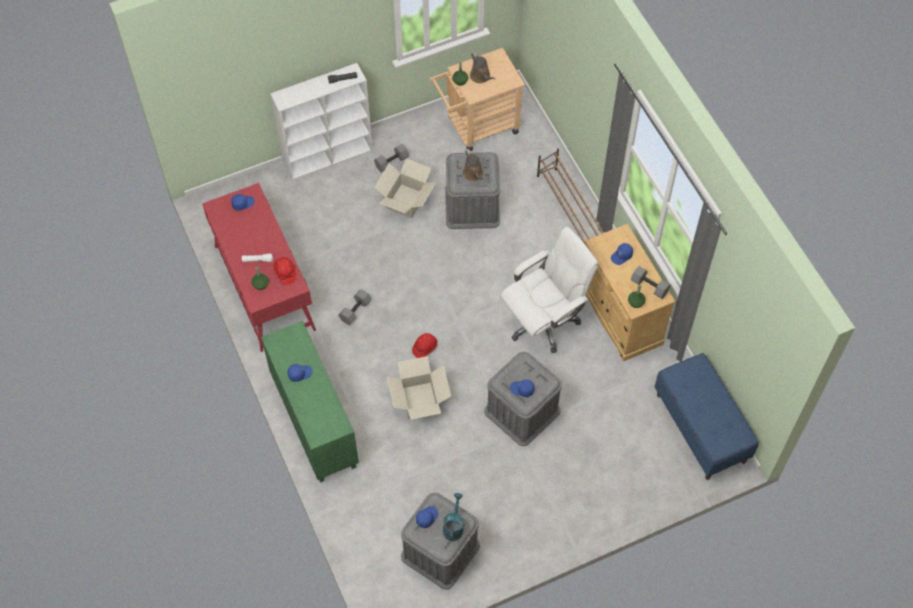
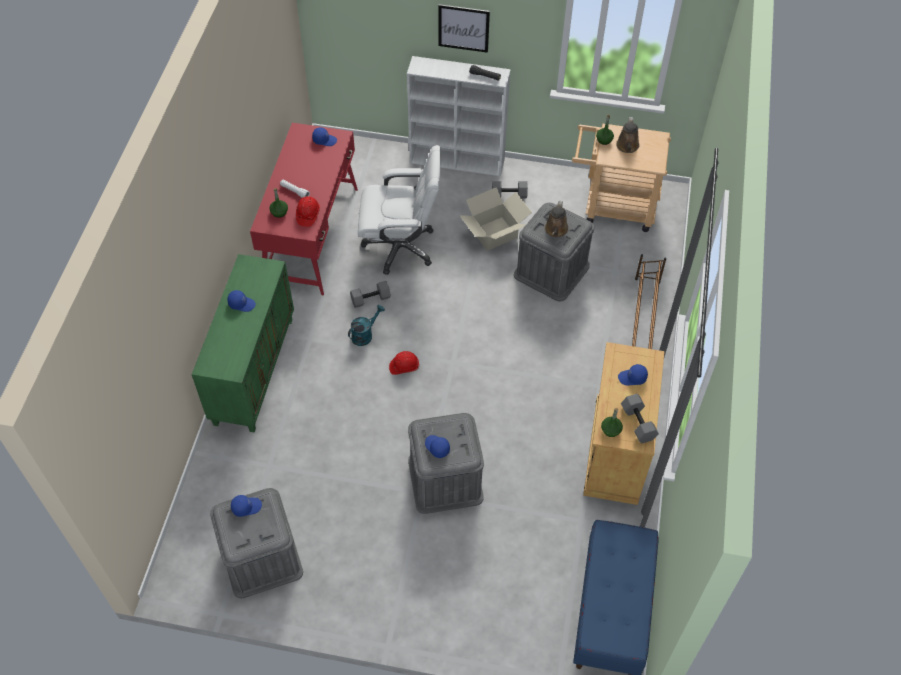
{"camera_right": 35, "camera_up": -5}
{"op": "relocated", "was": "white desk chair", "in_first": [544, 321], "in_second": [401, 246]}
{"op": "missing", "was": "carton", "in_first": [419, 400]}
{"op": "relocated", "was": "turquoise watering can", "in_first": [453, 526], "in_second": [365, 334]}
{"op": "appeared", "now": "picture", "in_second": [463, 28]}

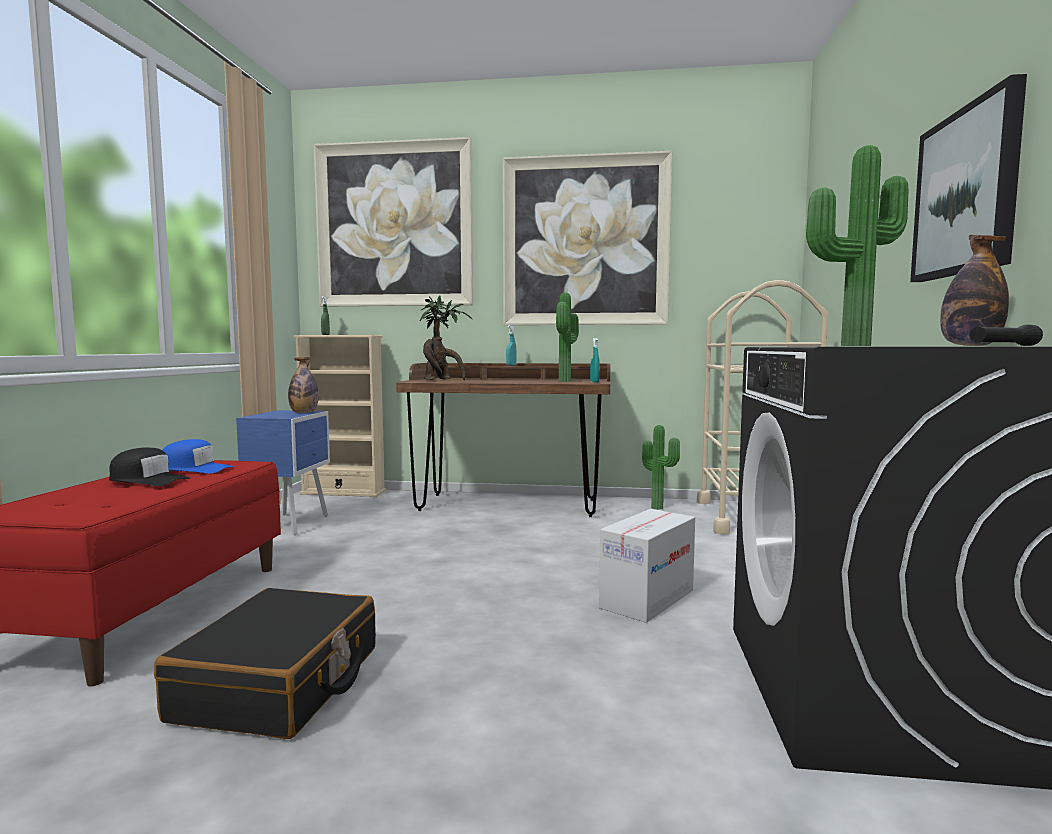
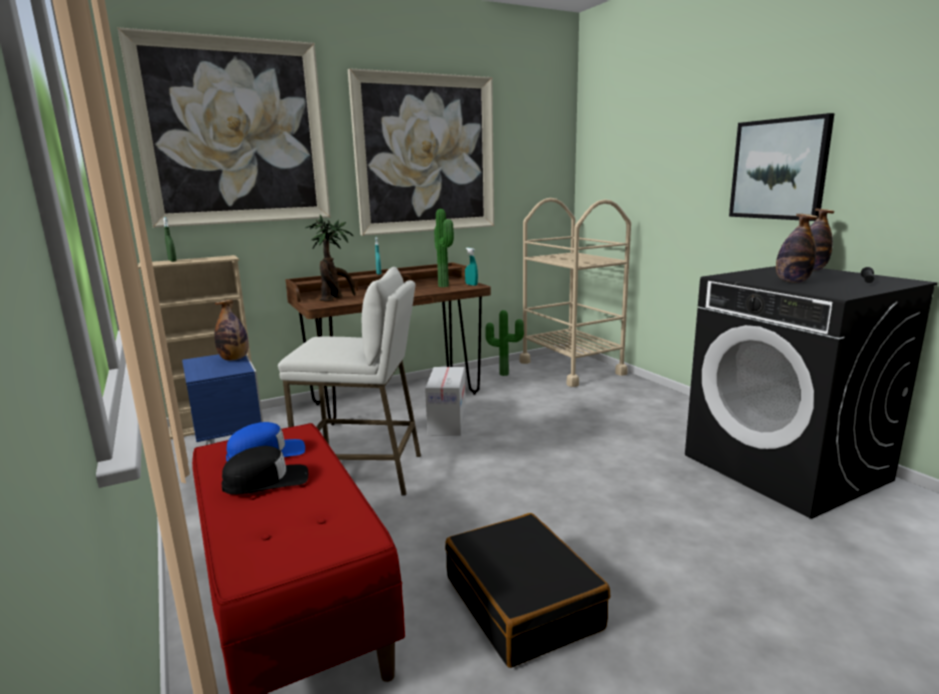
{"camera_right": -35, "camera_up": 10}
{"op": "exchanged", "was": "houseplant", "now": "bottle", "in_first": [850, 345], "in_second": [792, 281]}
{"op": "relocated", "was": "carton", "in_first": [647, 599], "in_second": [447, 422]}
{"op": "appeared", "now": "white sitting stool", "in_second": [363, 473]}

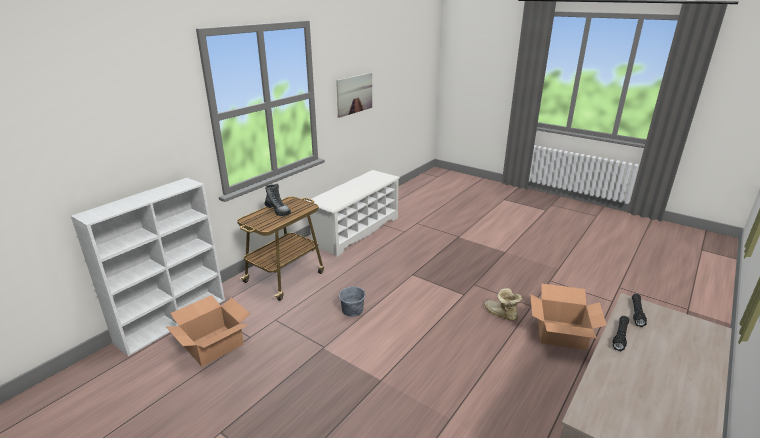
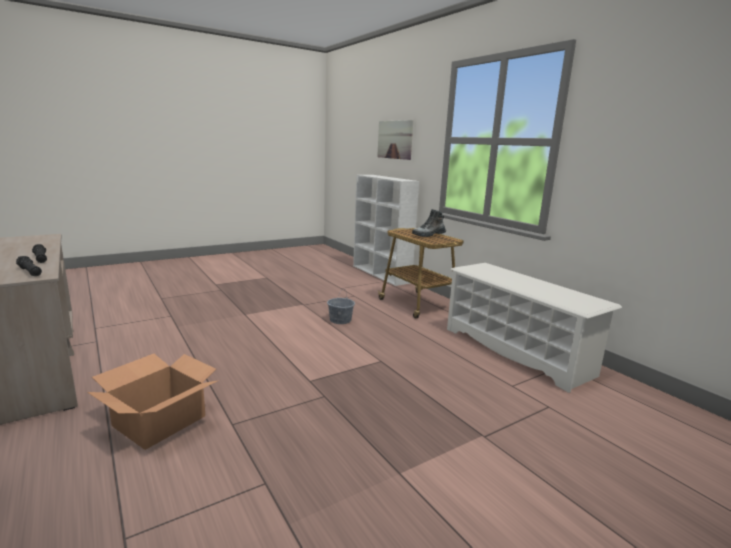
{"camera_right": 110, "camera_up": -10}
{"op": "relocated", "was": "picture", "in_first": [354, 94], "in_second": [395, 139]}
{"op": "missing", "was": "boot", "in_first": [500, 314]}
{"op": "missing", "was": "carton", "in_first": [213, 345]}

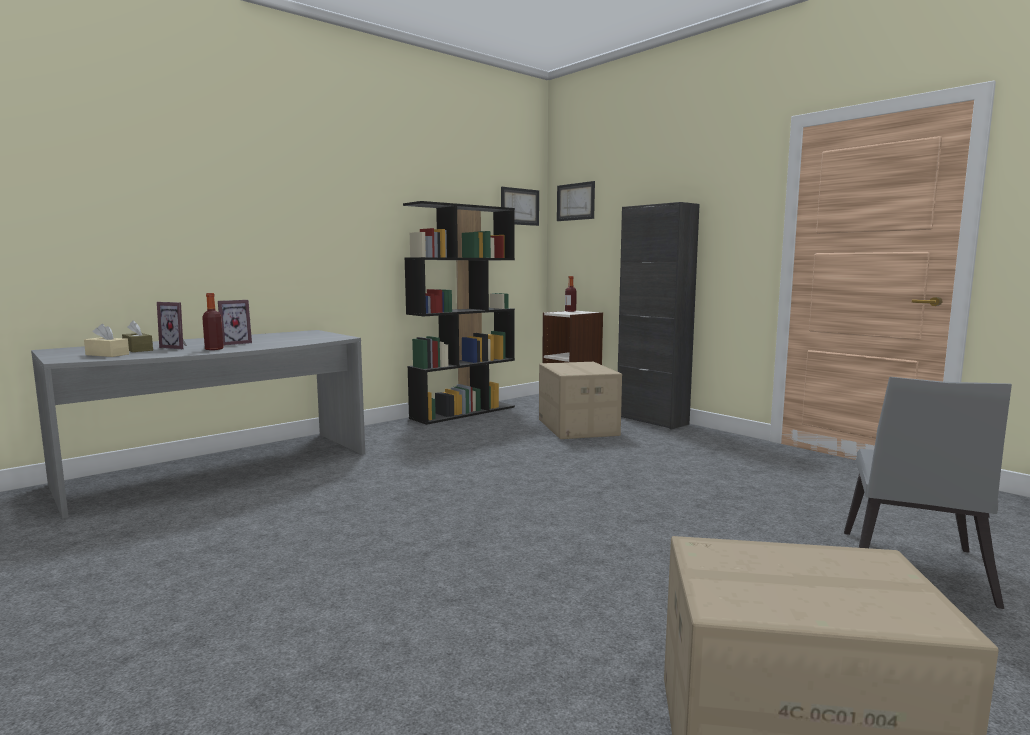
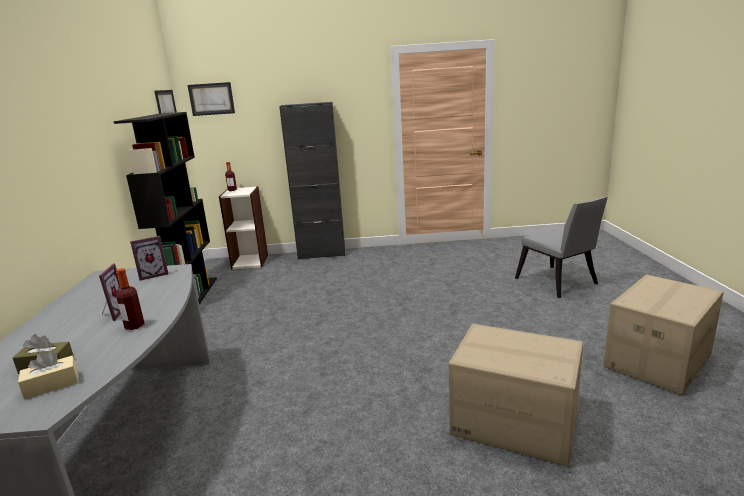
{"camera_right": -50, "camera_up": 10}
{"op": "relocated", "was": "picture frame", "in_first": [178, 347], "in_second": [153, 275]}
{"op": "relocated", "was": "carton", "in_first": [576, 427], "in_second": [514, 423]}

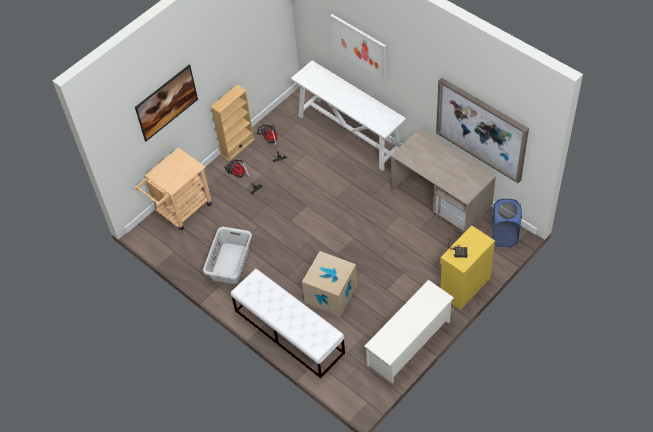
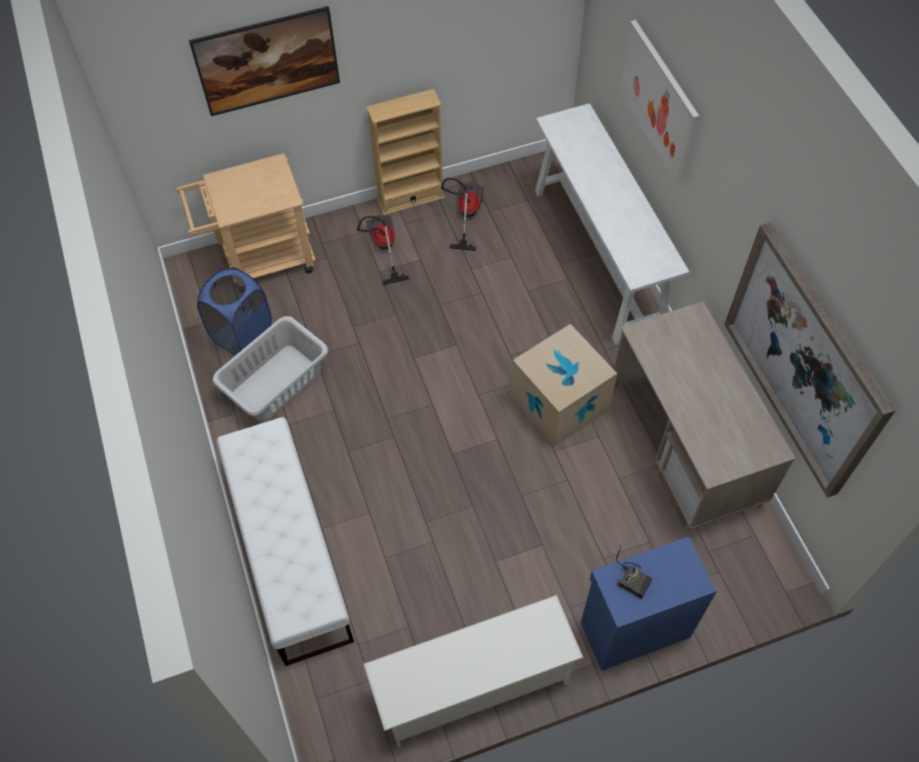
{"camera_right": 25, "camera_up": 5}
{"op": "relocated", "was": "bluish hamper", "in_first": [504, 235], "in_second": [242, 334]}
{"op": "colour", "was": "yellowish cabinet", "now": "bluish cabinet", "in_first": [464, 286], "in_second": [633, 628]}
{"op": "relocated", "was": "carton", "in_first": [331, 294], "in_second": [559, 403]}

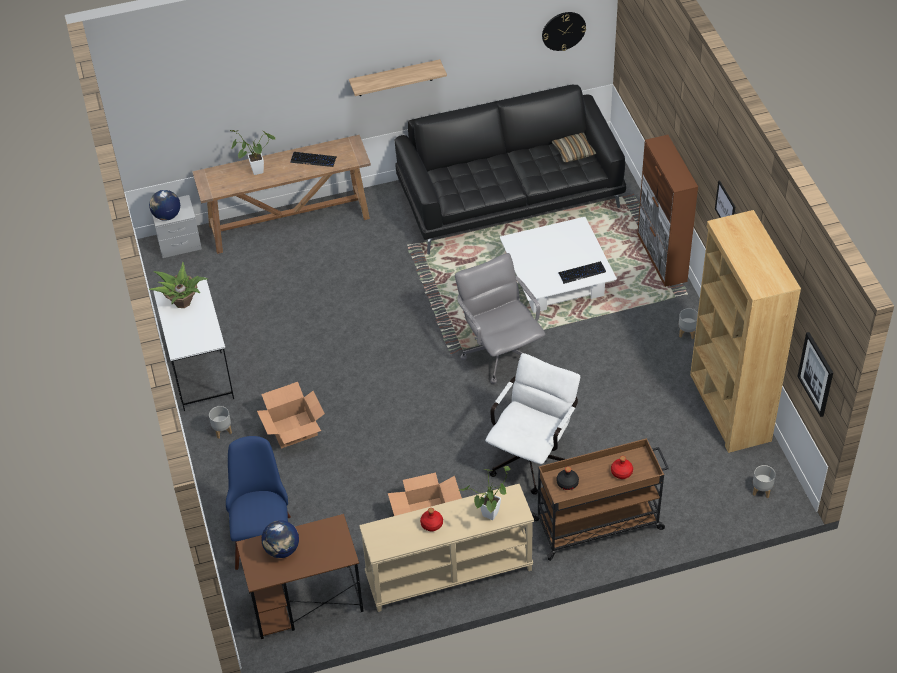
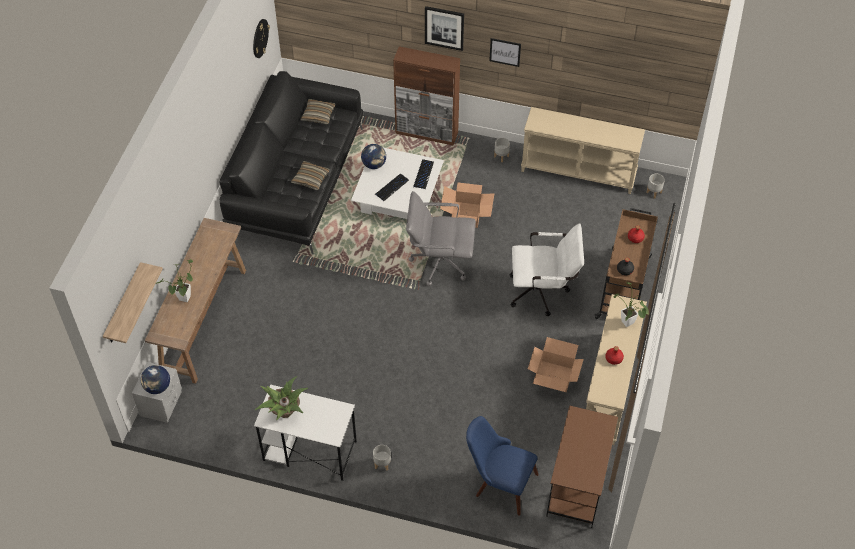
{"camera_right": -60, "camera_up": 5}
{"op": "relocated", "was": "wall shelf", "in_first": [395, 78], "in_second": [123, 305]}
{"op": "relocated", "was": "PC keyboard", "in_first": [313, 160], "in_second": [391, 187]}
{"op": "exchanged", "was": "brown-coloured bookshelf", "now": "sand-coloured narrow table", "in_first": [729, 408], "in_second": [579, 171]}
{"op": "relocated", "was": "picture", "in_first": [816, 374], "in_second": [444, 28]}
{"op": "spun", "was": "white desk chair", "in_first": [532, 456], "in_second": [543, 291], "clockwise": 120}
{"op": "relocated", "was": "carton", "in_first": [294, 430], "in_second": [466, 214]}
{"op": "relocated", "was": "globe", "in_first": [282, 549], "in_second": [374, 164]}
{"op": "appeared", "now": "throw pillow", "in_second": [311, 179]}

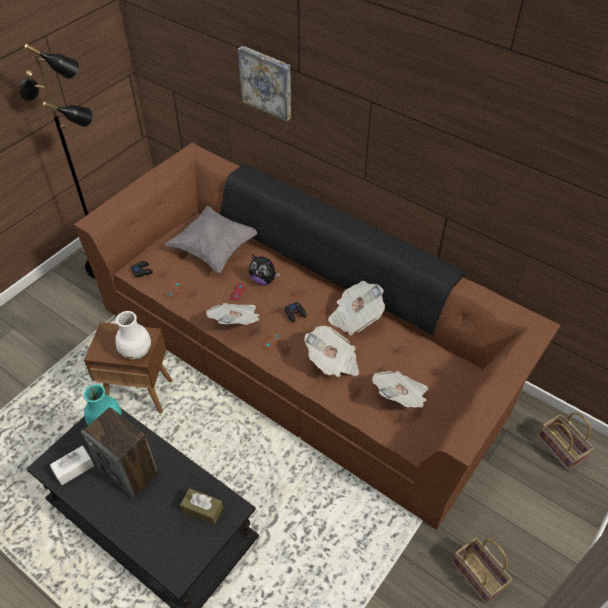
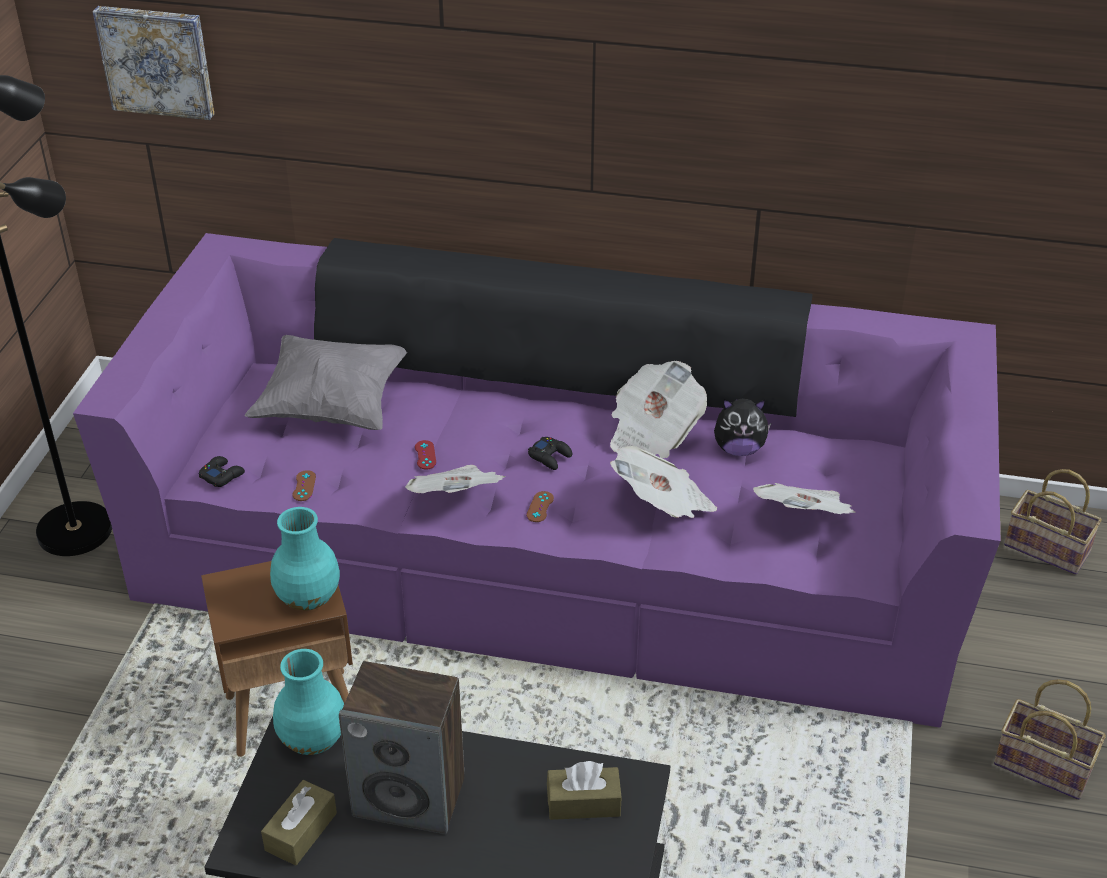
{"camera_right": -25, "camera_up": -10}
{"op": "relocated", "was": "picture", "in_first": [267, 82], "in_second": [157, 60]}
{"op": "colour", "was": "brown-coloured couch", "now": "purple couch", "in_first": [304, 350], "in_second": [554, 545]}
{"op": "relocated", "was": "cuddly toy", "in_first": [263, 280], "in_second": [739, 449]}
{"op": "colour", "was": "white decorative vase", "now": "turquoise decorative vase", "in_first": [135, 352], "in_second": [307, 598]}
{"op": "colour", "was": "white tissue box", "now": "brown-coloured tissue box", "in_first": [74, 468], "in_second": [301, 831]}

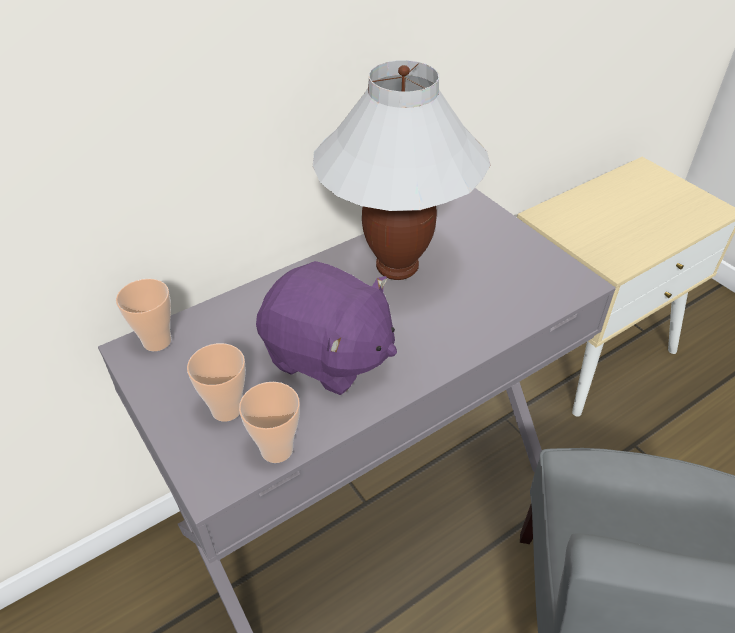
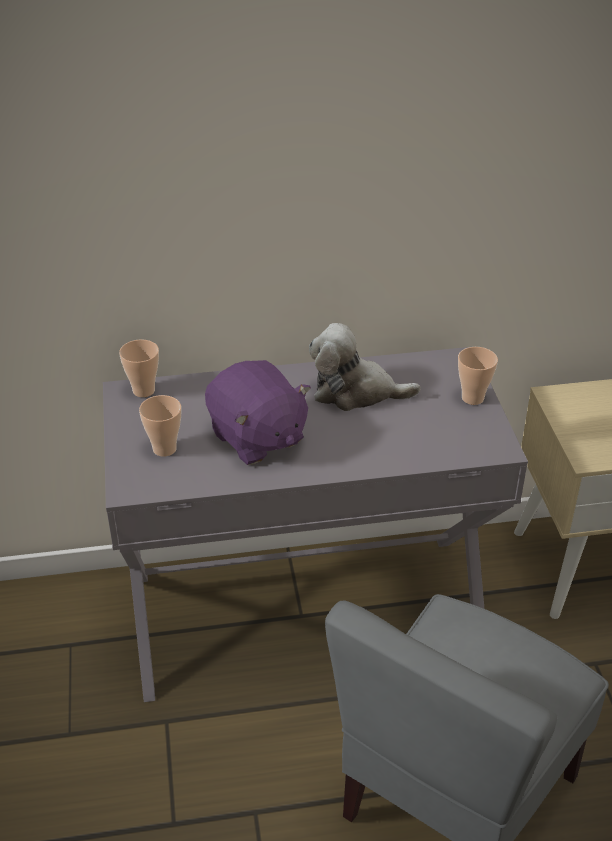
{"camera_right": 25, "camera_up": -5}
{"op": "exchanged", "was": "white tabletop lamp", "now": "cuddly toy", "in_first": [398, 267], "in_second": [355, 392]}
{"op": "relocated", "was": "small cup", "in_first": [277, 449], "in_second": [472, 398]}

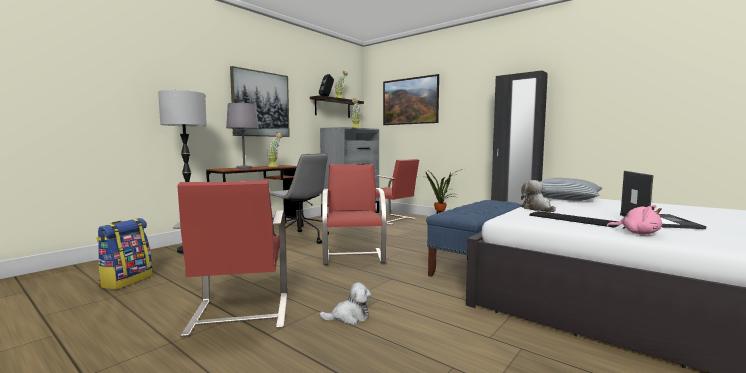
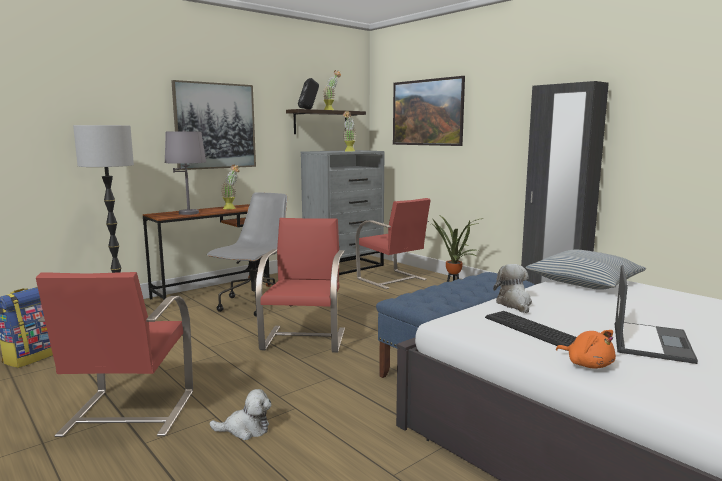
{"camera_right": 10, "camera_up": 5}
{"op": "spun", "was": "greyish desk chair", "in_first": [299, 238], "in_second": [255, 305], "clockwise": -120}
{"op": "colour", "was": "pink cuddly toy", "now": "orange-coloured cuddly toy", "in_first": [637, 233], "in_second": [587, 364]}

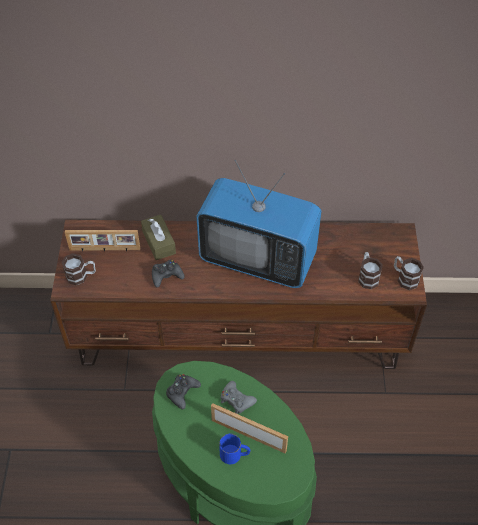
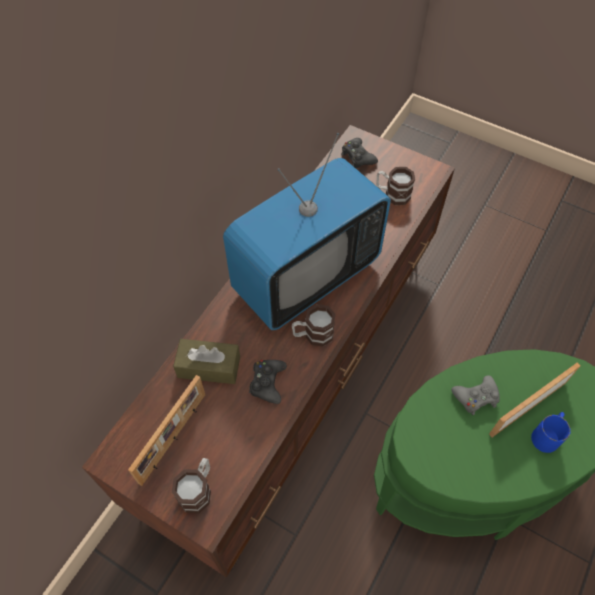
{"camera_right": -60, "camera_up": 5}
{"op": "relocated", "was": "tea mug", "in_first": [404, 278], "in_second": [313, 335]}
{"op": "relocated", "was": "black-coloured game controller", "in_first": [182, 392], "in_second": [357, 157]}

